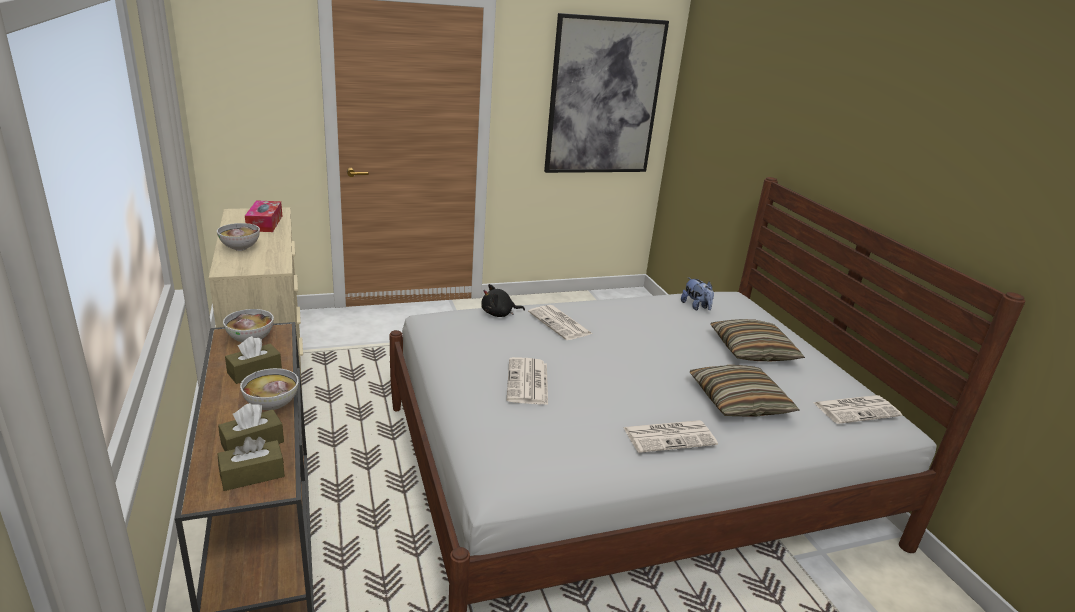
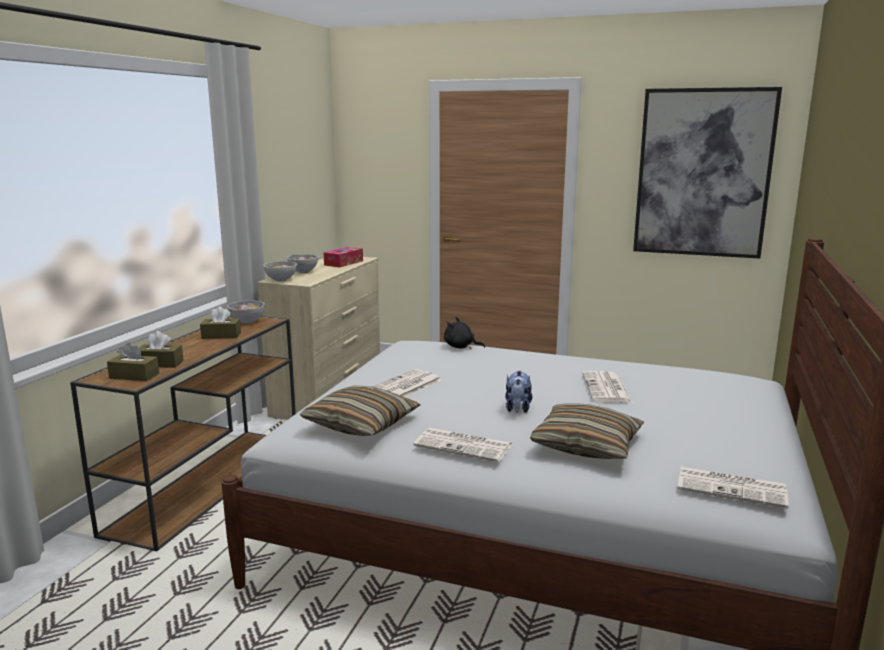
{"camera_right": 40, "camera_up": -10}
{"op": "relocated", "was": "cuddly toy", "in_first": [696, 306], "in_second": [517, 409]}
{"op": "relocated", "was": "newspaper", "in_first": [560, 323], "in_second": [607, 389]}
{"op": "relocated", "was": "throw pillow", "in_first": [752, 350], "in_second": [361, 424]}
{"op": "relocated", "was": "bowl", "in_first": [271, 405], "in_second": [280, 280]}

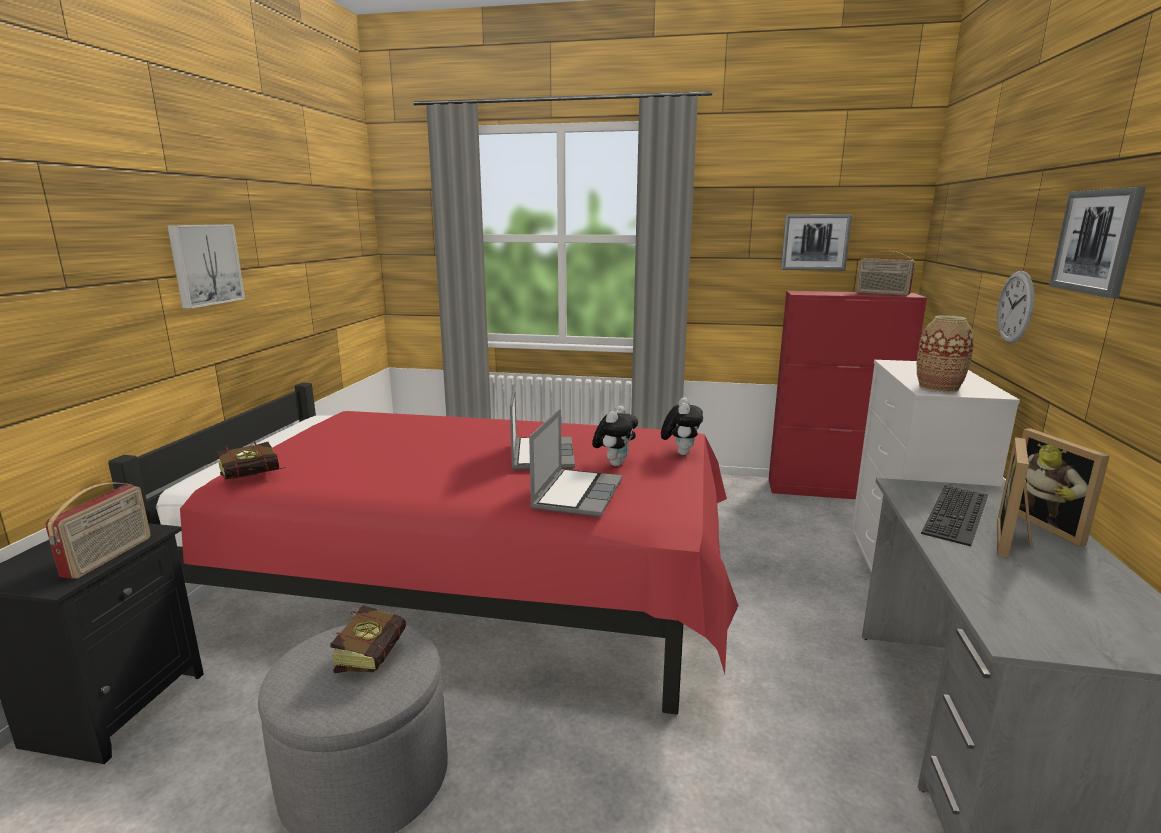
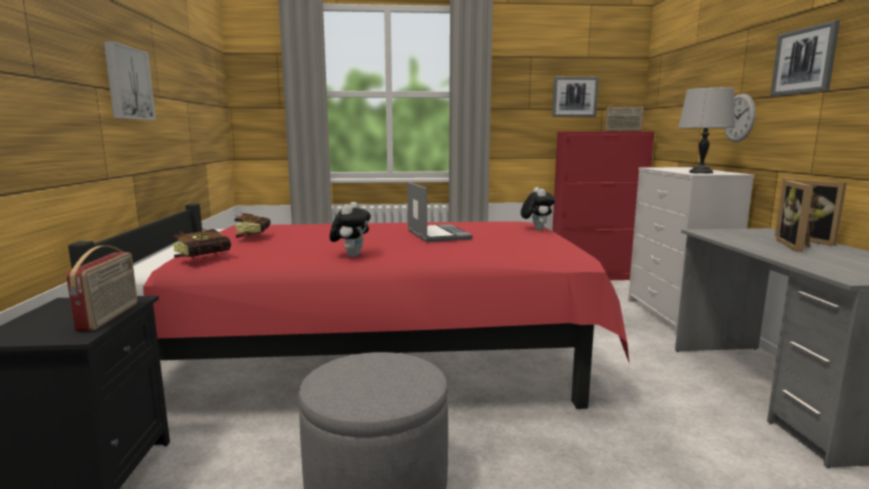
{"camera_right": -15, "camera_up": -5}
{"op": "exchanged", "was": "decorative vase", "now": "greyish tabletop lamp", "in_first": [938, 387], "in_second": [700, 172]}
{"op": "relocated", "was": "cuddly toy", "in_first": [615, 463], "in_second": [351, 255]}
{"op": "missing", "was": "laptop", "in_first": [576, 494]}
{"op": "missing", "was": "PC keyboard", "in_first": [959, 515]}
{"op": "relocated", "was": "volume", "in_first": [375, 654], "in_second": [254, 236]}

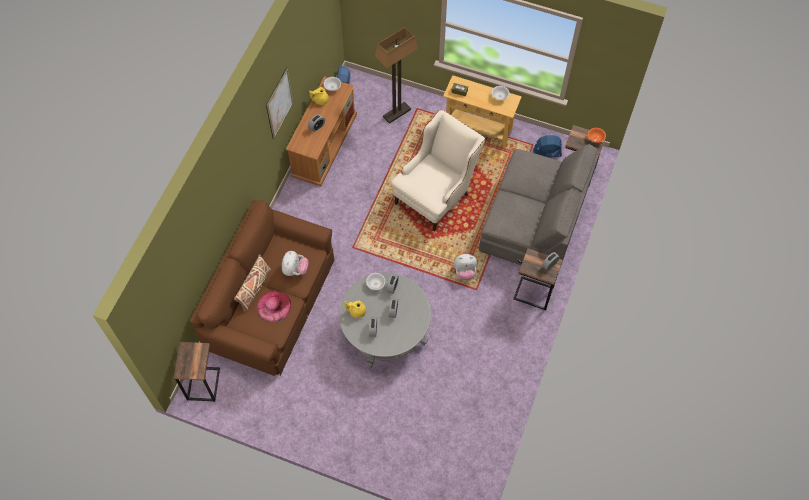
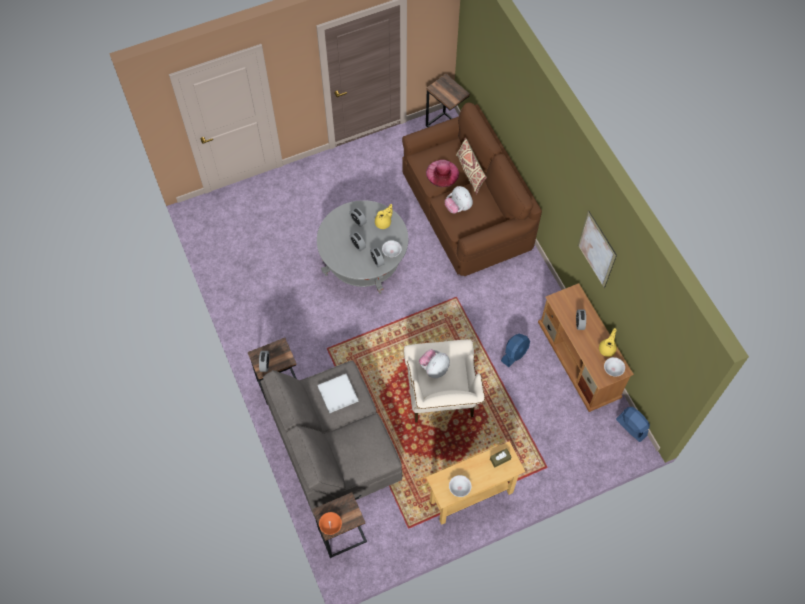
{"camera_right": 135, "camera_up": 0}
{"op": "missing", "was": "standard lamp", "in_first": [397, 113]}
{"op": "relocated", "was": "bluish cooling fan", "in_first": [547, 153], "in_second": [515, 354]}
{"op": "relocated", "was": "cuddly toy", "in_first": [465, 272], "in_second": [434, 368]}
{"op": "appeared", "now": "white serving tray", "in_second": [338, 394]}

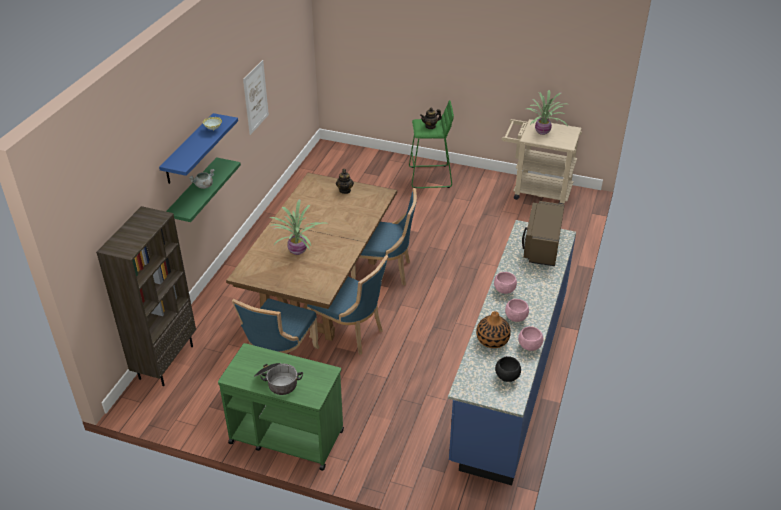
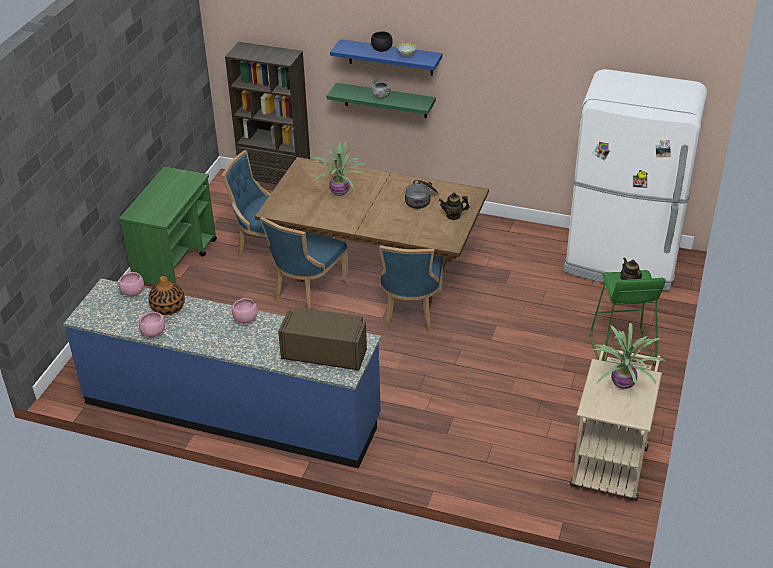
{"camera_right": 90, "camera_up": 0}
{"op": "missing", "was": "picture", "in_first": [255, 97]}
{"op": "relocated", "was": "pink bowl", "in_first": [516, 318], "in_second": [132, 292]}
{"op": "relocated", "was": "black-coloured bowl", "in_first": [507, 377], "in_second": [381, 50]}
{"op": "relocated", "was": "saucepot", "in_first": [277, 382], "in_second": [421, 199]}
{"op": "appeared", "now": "white kitchen fridge", "in_second": [622, 262]}

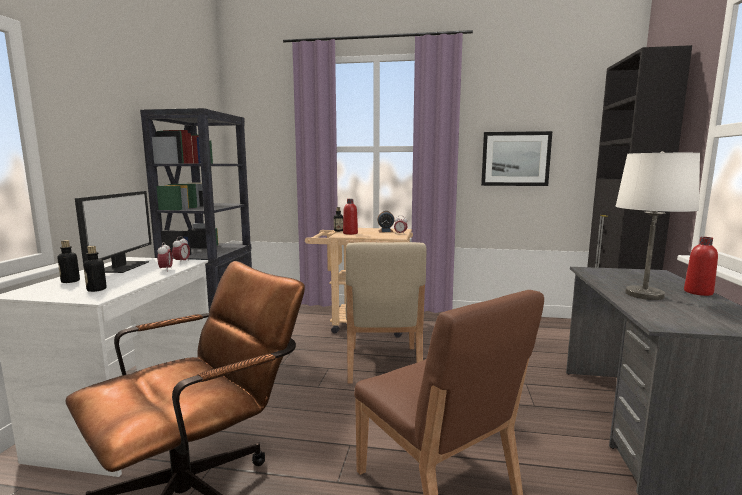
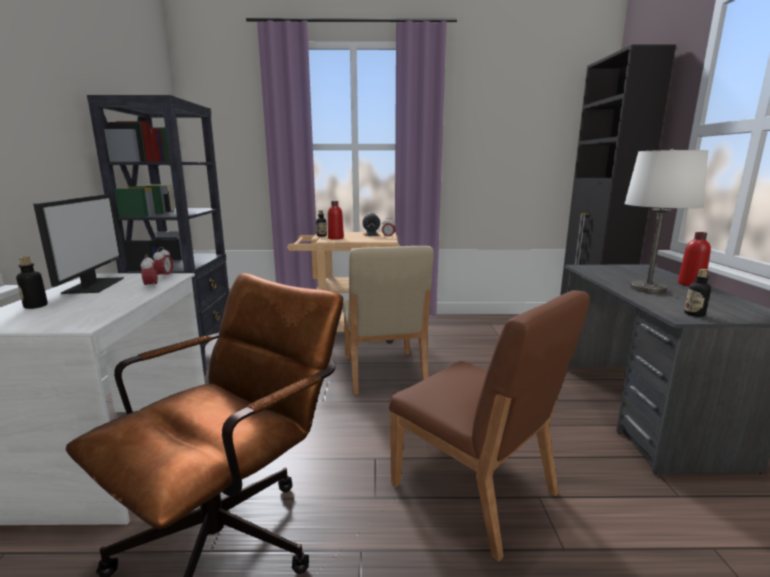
{"camera_right": -10, "camera_up": 5}
{"op": "missing", "was": "picture", "in_first": [515, 159]}
{"op": "relocated", "was": "bottle", "in_first": [96, 289], "in_second": [694, 314]}

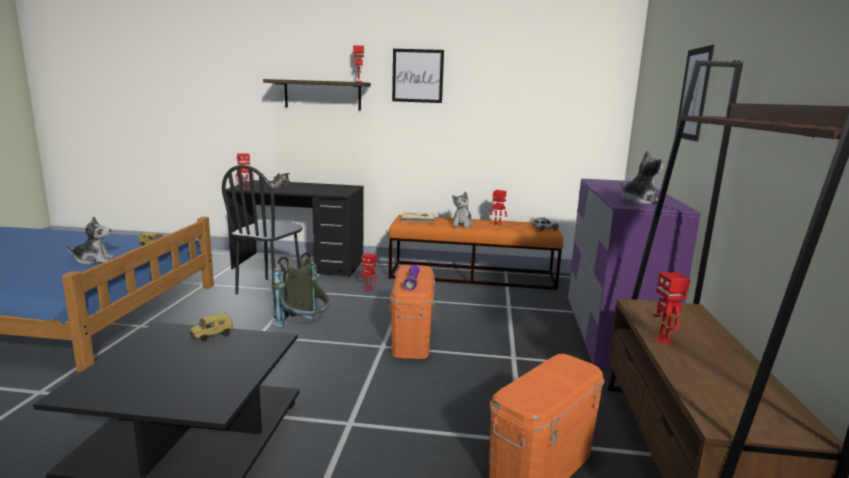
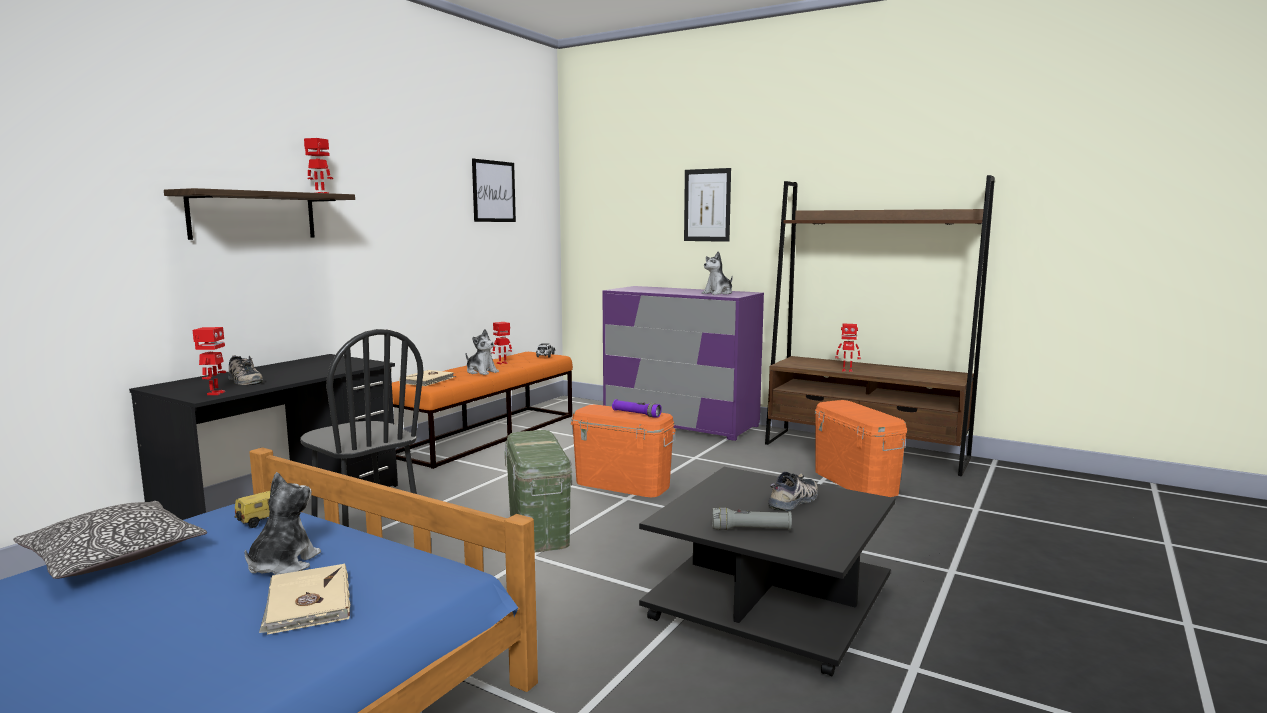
{"camera_right": -65, "camera_up": -5}
{"op": "relocated", "was": "picture", "in_first": [417, 76], "in_second": [493, 191]}
{"op": "spun", "was": "cuddly toy", "in_first": [638, 201], "in_second": [718, 293], "clockwise": -135}
{"op": "exchanged", "was": "greyish knapsack", "now": "greenish storage bin", "in_first": [304, 328], "in_second": [538, 528]}
{"op": "missing", "was": "robot figure", "in_first": [368, 289]}
{"op": "missing", "was": "toy car", "in_first": [212, 337]}
{"op": "appeared", "now": "shoe", "in_second": [794, 501]}
{"op": "appeared", "now": "throw pillow", "in_second": [114, 556]}
{"op": "appeared", "now": "greyish flashlight", "in_second": [751, 529]}
{"op": "appeared", "now": "sand-coloured volume", "in_second": [307, 603]}

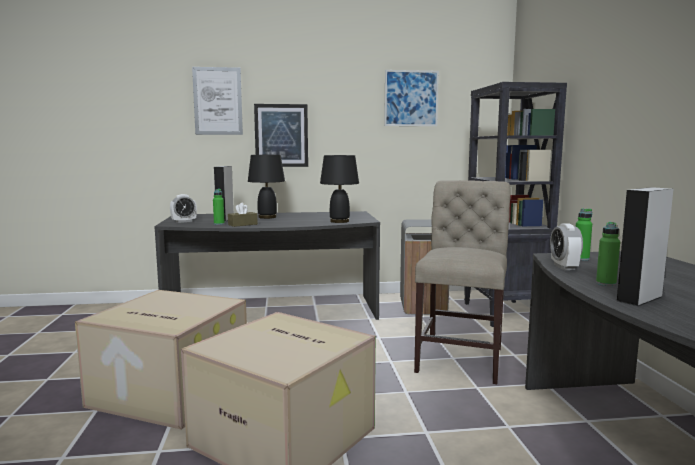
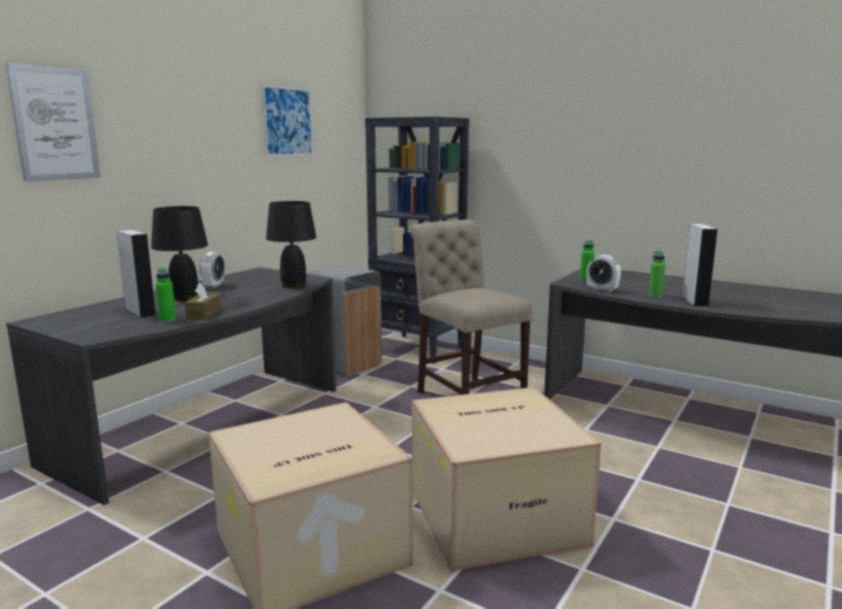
{"camera_right": -50, "camera_up": 5}
{"op": "missing", "was": "picture", "in_first": [281, 135]}
{"op": "relocated", "was": "table clock", "in_first": [184, 221], "in_second": [213, 286]}

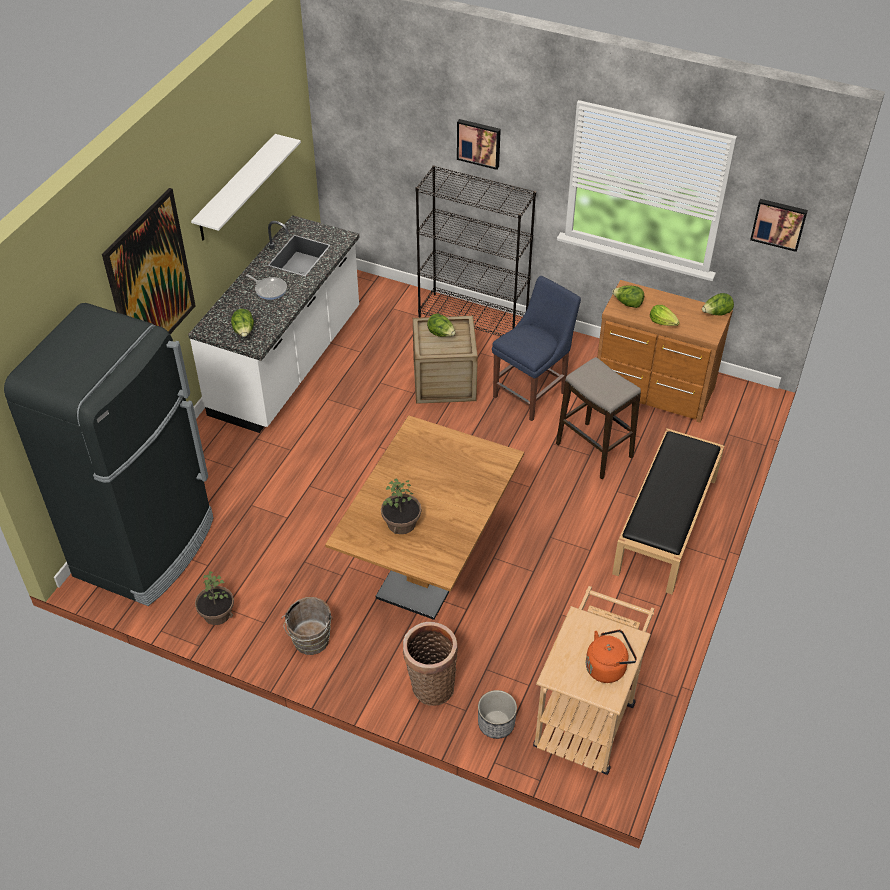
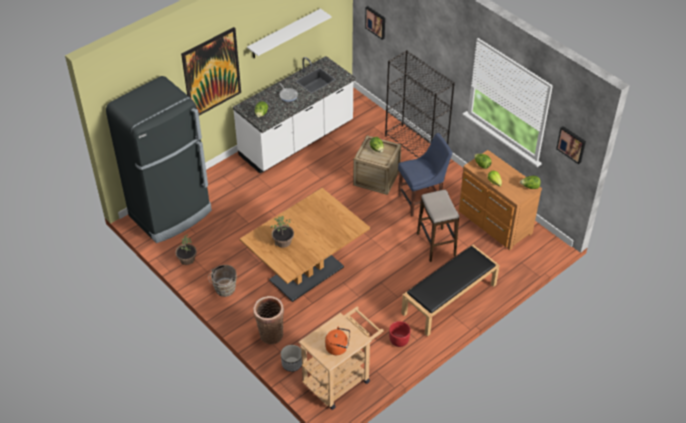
{"camera_right": 25, "camera_up": 0}
{"op": "relocated", "was": "picture", "in_first": [479, 143], "in_second": [376, 22]}
{"op": "appeared", "now": "red plant pot", "in_second": [399, 340]}

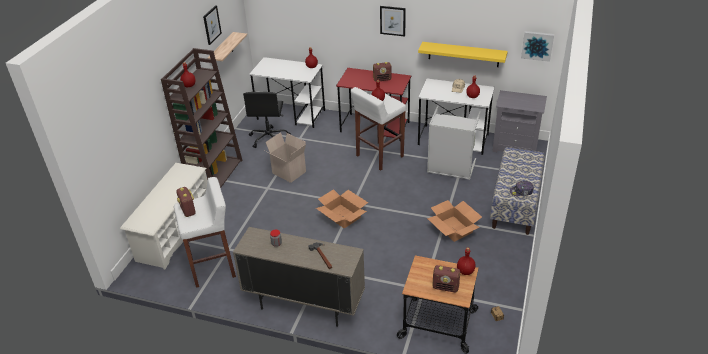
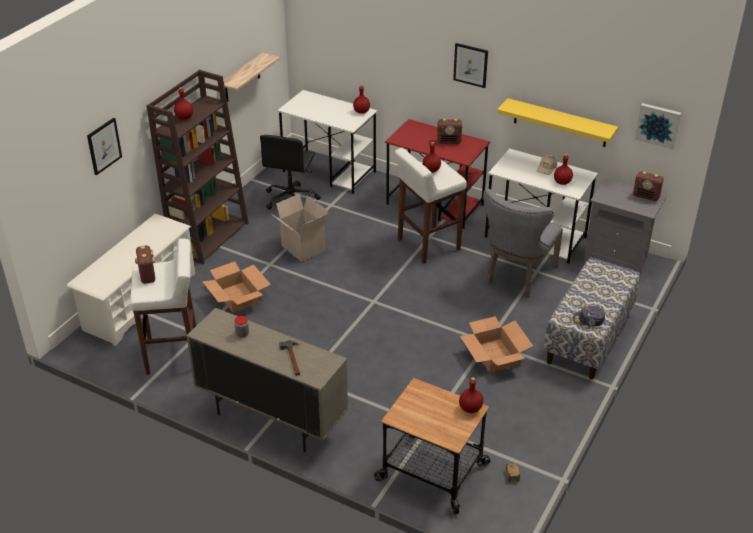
{"camera_right": 10, "camera_up": 0}
{"op": "relocated", "was": "picture", "in_first": [212, 25], "in_second": [104, 146]}
{"op": "exchanged", "was": "greyish hamper", "now": "greyish chair", "in_first": [450, 169], "in_second": [517, 276]}
{"op": "relocated", "was": "carton", "in_first": [342, 216], "in_second": [237, 297]}
{"op": "relocated", "was": "radio", "in_first": [446, 287], "in_second": [646, 197]}

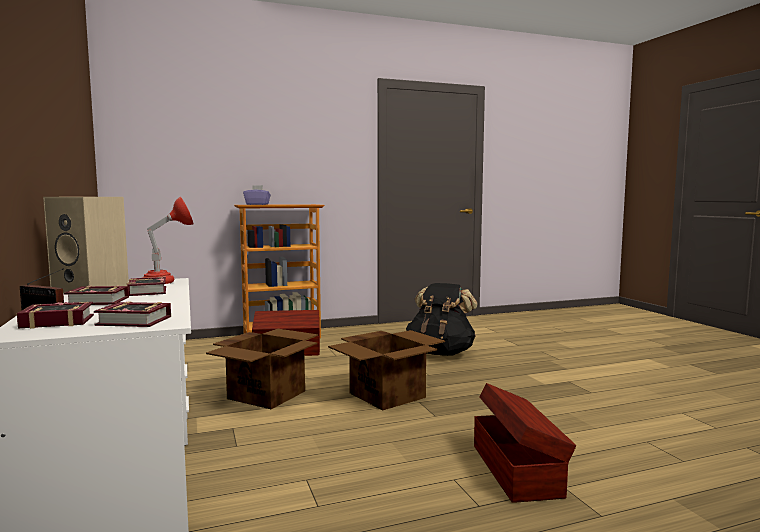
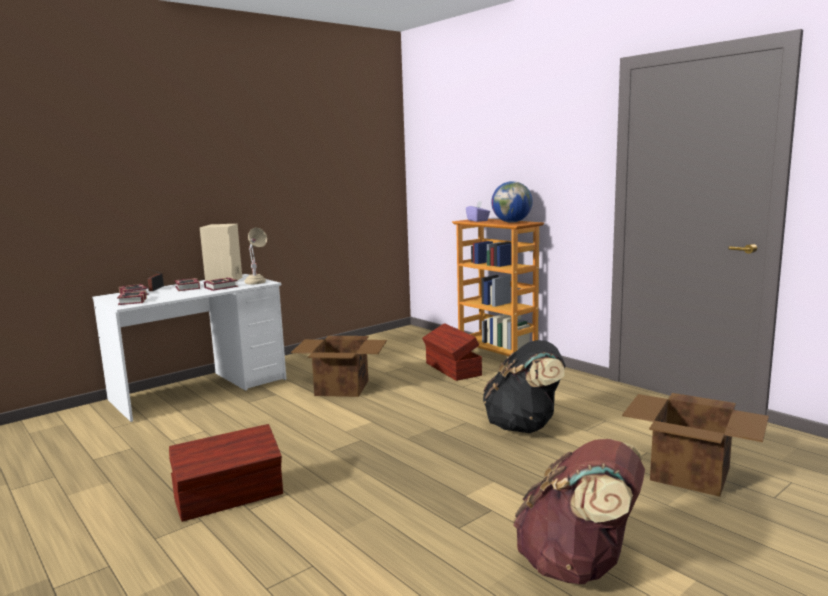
{"camera_right": 70, "camera_up": 5}
{"op": "colour", "was": "red tabletop lamp", "now": "sand-coloured tabletop lamp", "in_first": [168, 282], "in_second": [257, 283]}
{"op": "relocated", "was": "carton", "in_first": [388, 395], "in_second": [691, 474]}
{"op": "appeared", "now": "globe", "in_second": [512, 222]}
{"op": "appeared", "now": "brown-coloured knapsack", "in_second": [578, 565]}

